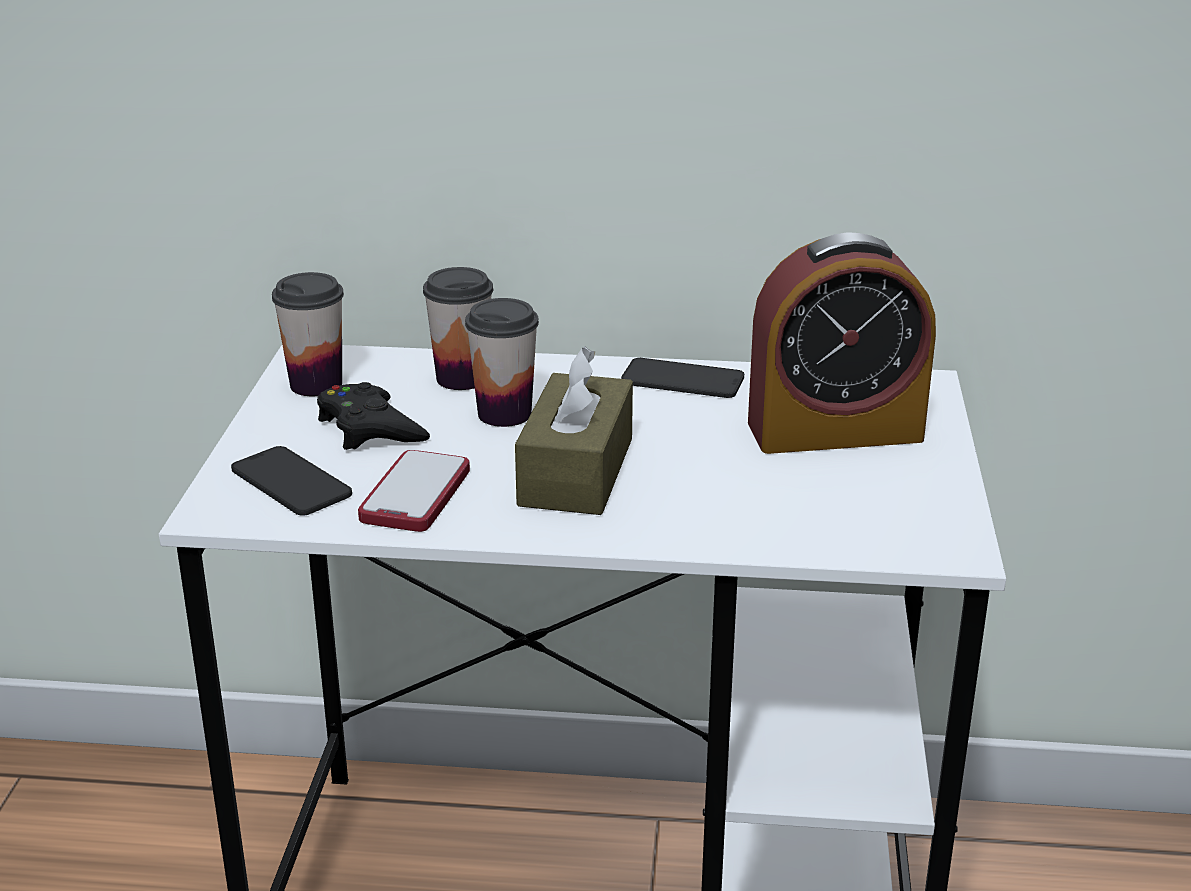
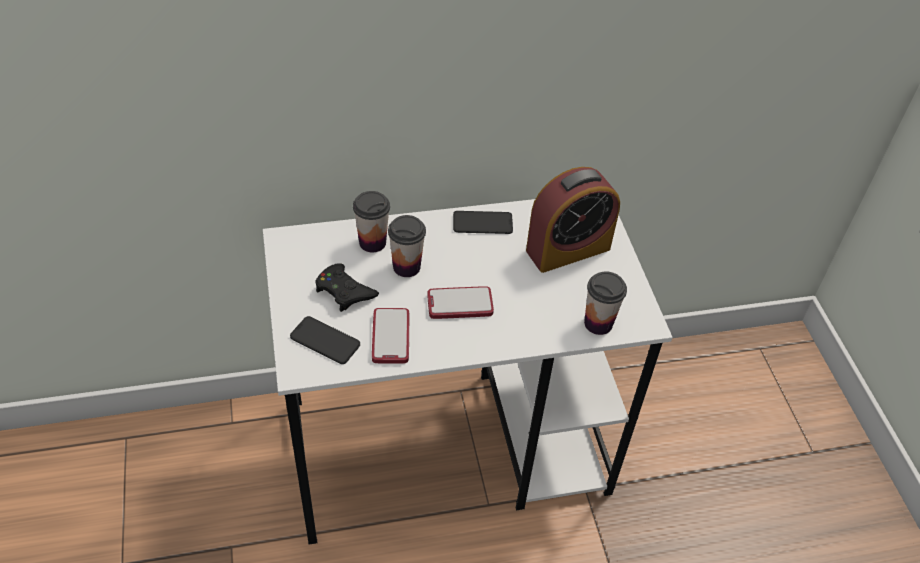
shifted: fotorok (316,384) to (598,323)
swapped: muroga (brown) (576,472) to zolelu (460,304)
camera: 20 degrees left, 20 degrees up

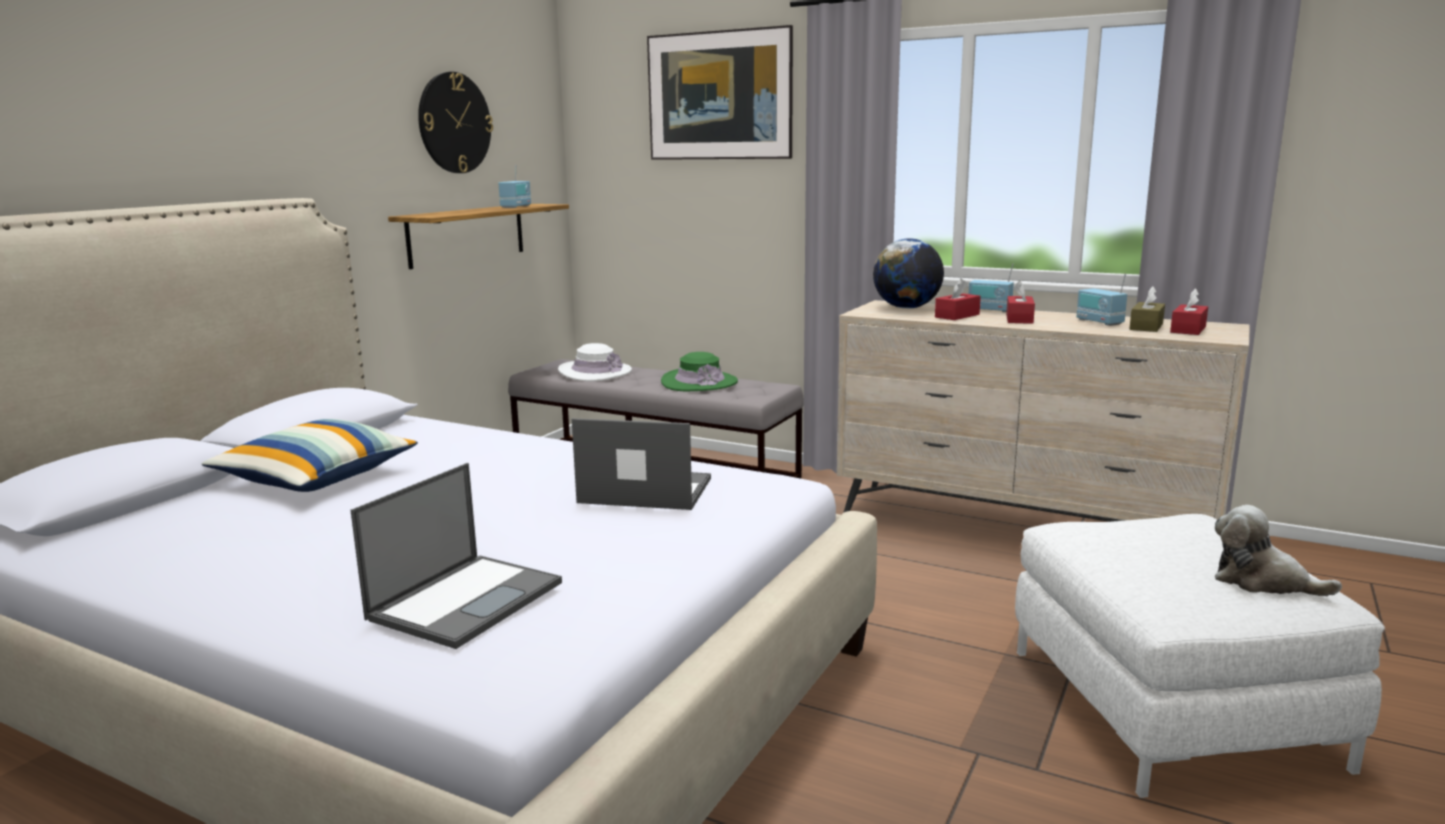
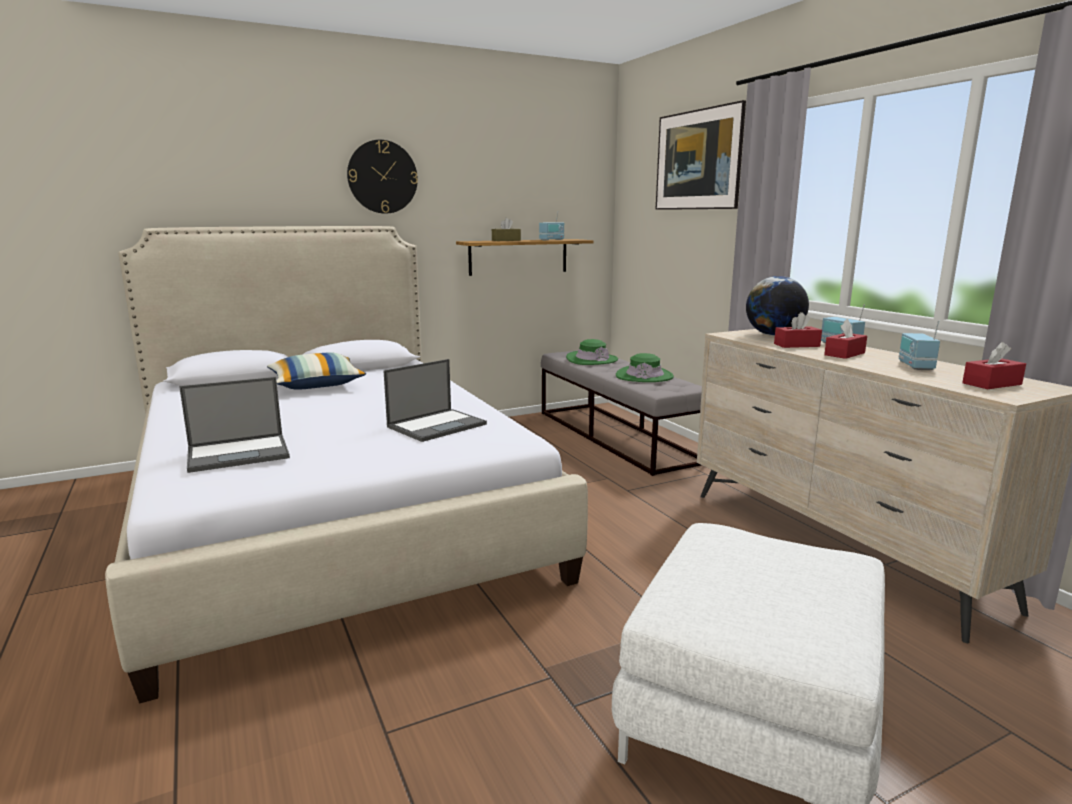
gone: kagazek (1262,582)
shifted: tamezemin (454,123) to (382,177); muroga (brown) (1146,326) to (506,240)
repainted: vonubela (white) (595,372) to vonubela (green) (592,359)
rotated: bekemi (643,491) = (437,425) 90 degrees clockwise
camera: 35 degrees right, 0 degrees up

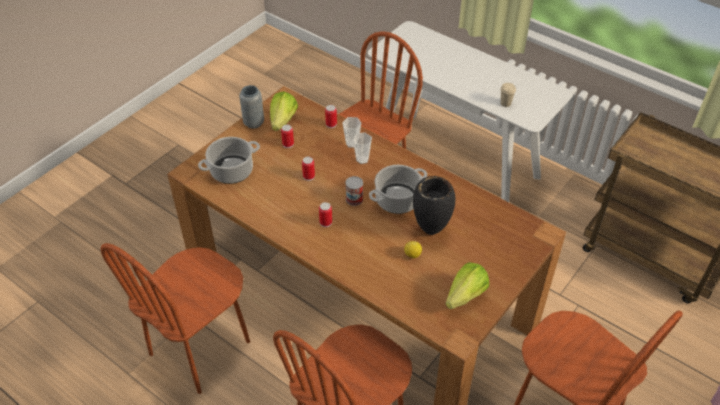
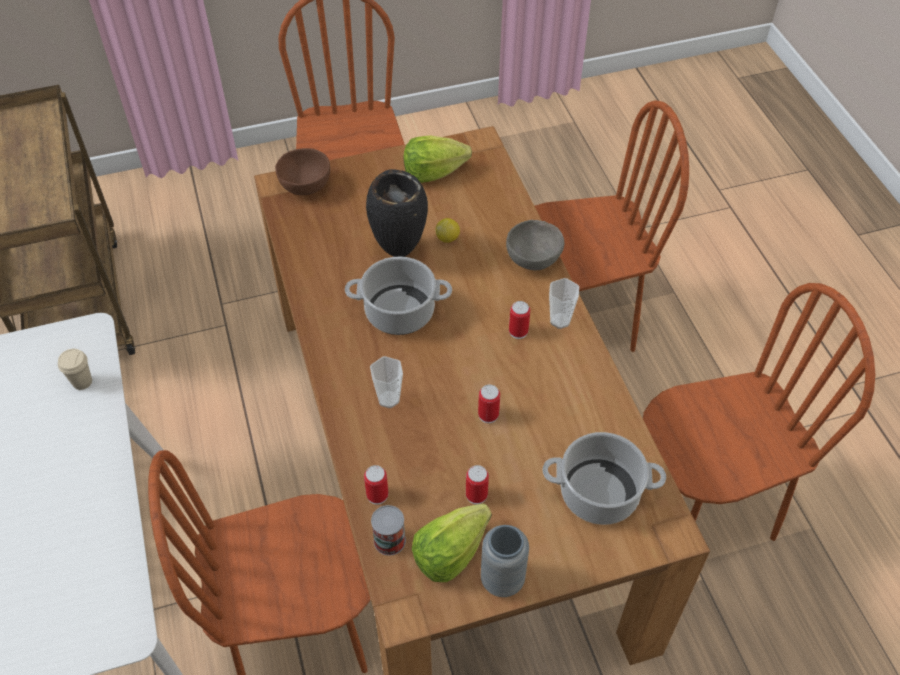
new: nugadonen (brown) (304,186); nugadonen (grey) (534,260)
shifted: fotorok (352,144) to (560,321); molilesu (354,199) to (389,540)
camera: 145 degrees left, 5 degrees up

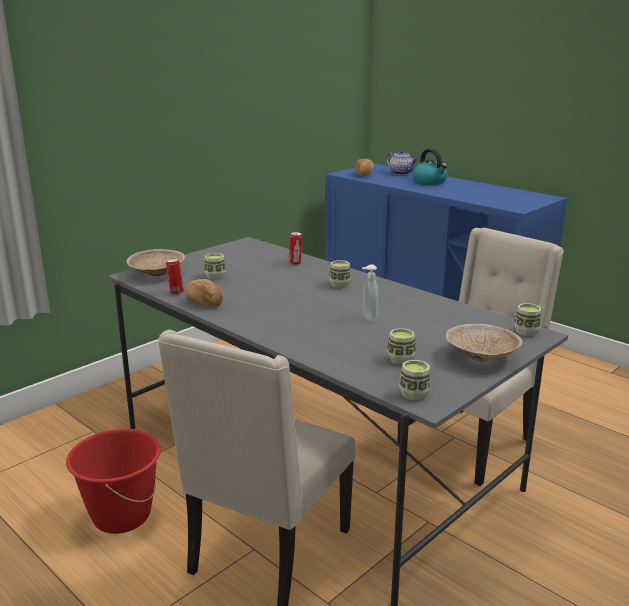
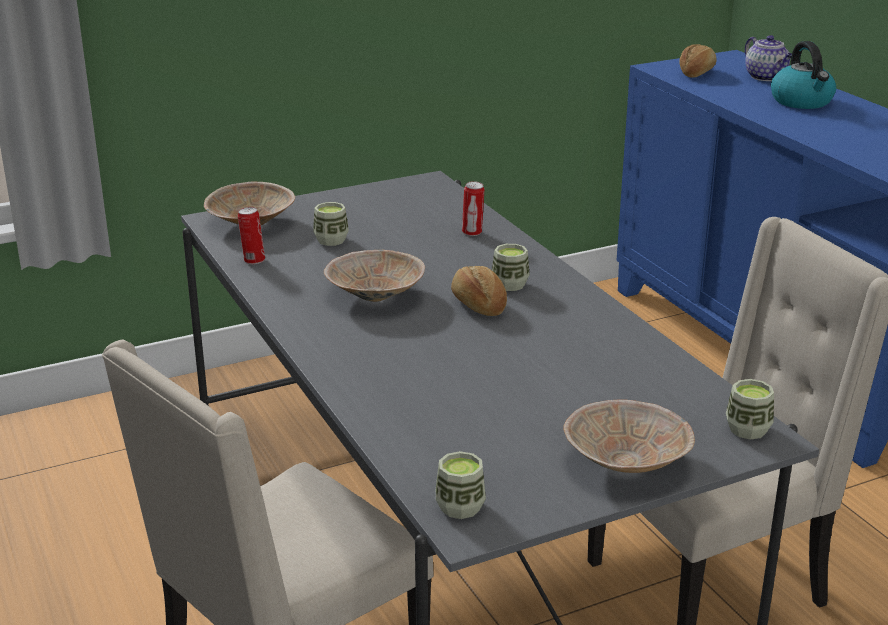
gone: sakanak (368,318); fotorok (400,359); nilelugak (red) (121,516)
new: nugadonen (beige) (375,295)
shifted: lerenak (204,303) to (478,305)
camera: 20 degrees right, 5 degrees up

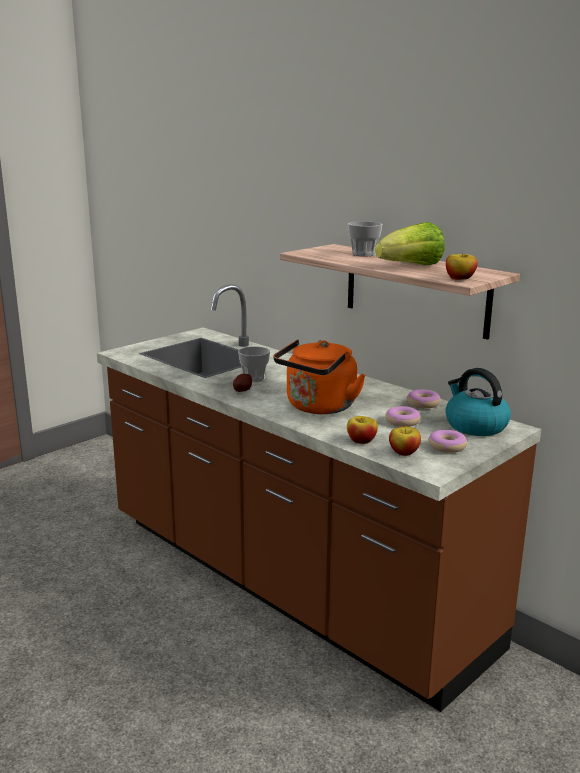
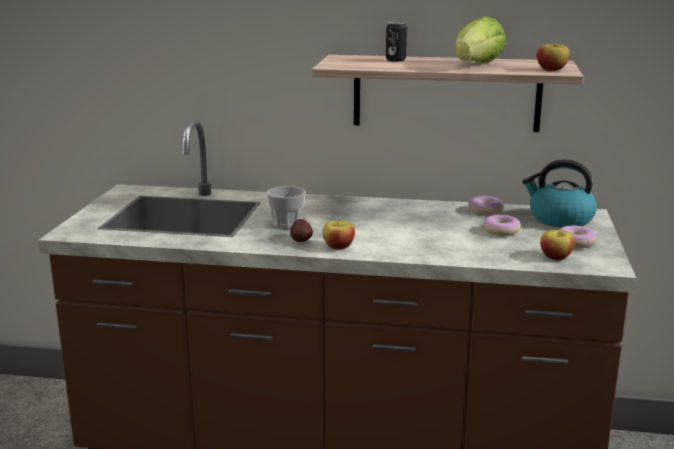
gone: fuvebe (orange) (318,408)
shifted: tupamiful (361,441) to (338,246)
swapped: fotorok (363,254) to molilesu (395,60)
camera: 35 degrees left, 0 degrees up

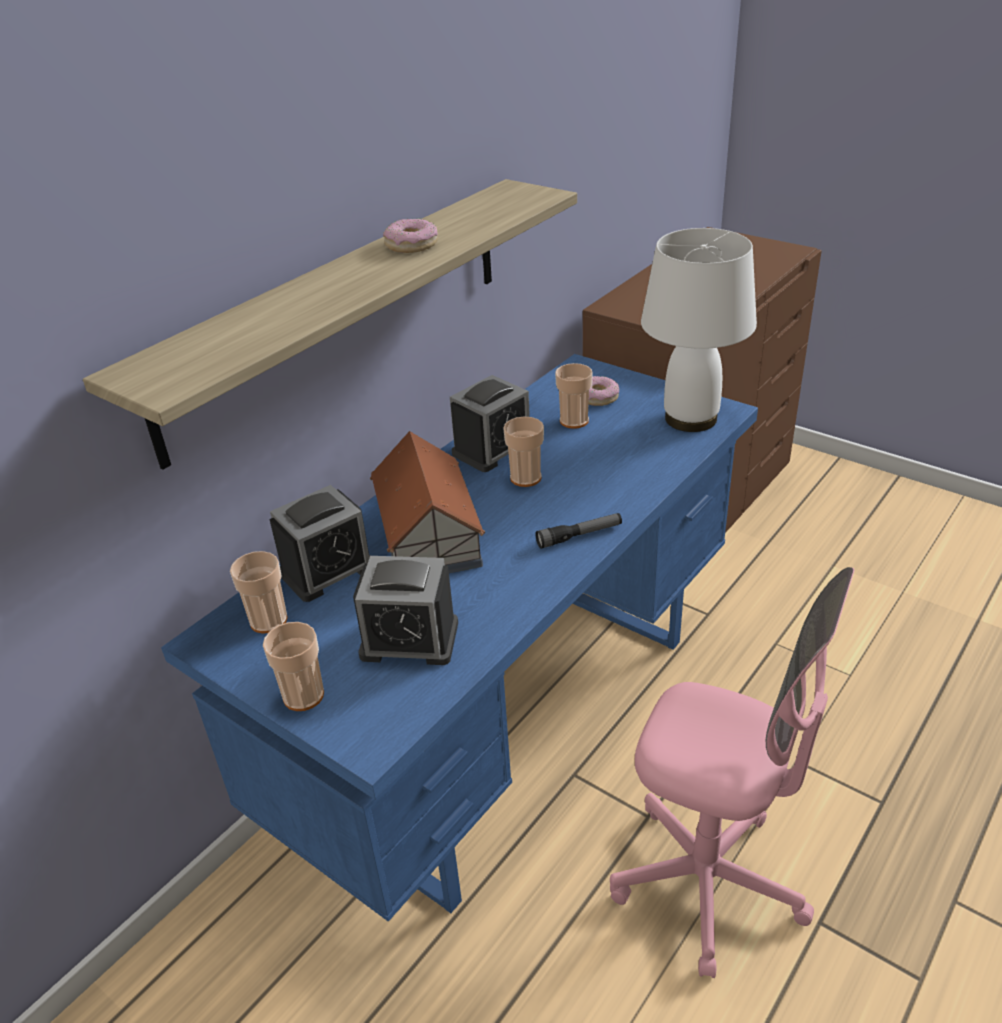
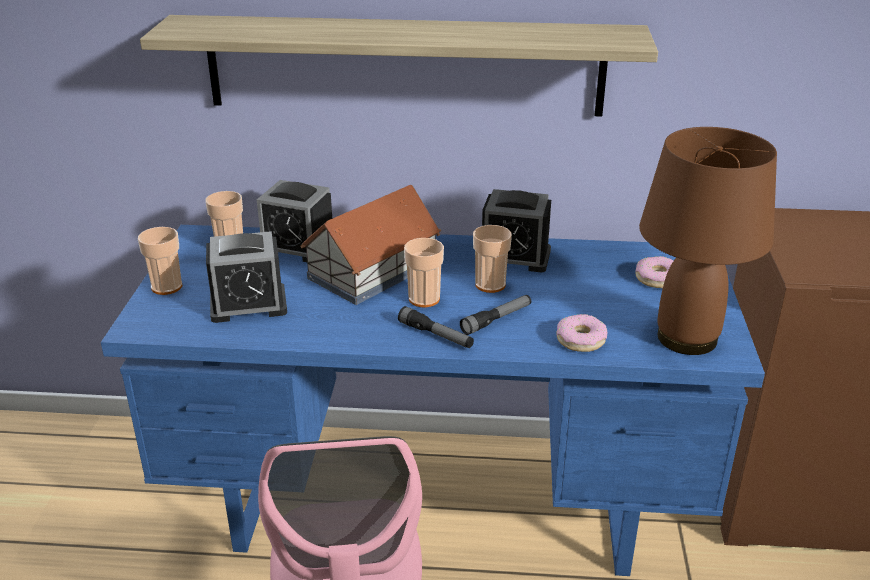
new: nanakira (496,320)
shifted: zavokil (411,245) to (580,340); fotorok (574,421) to (424,299)
repainted: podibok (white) (689,419) to podibok (brown) (685,337)
rotated: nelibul (409,640) = (248,304) 75 degrees counterclockwise
camera: 55 degrees right, 5 degrees down

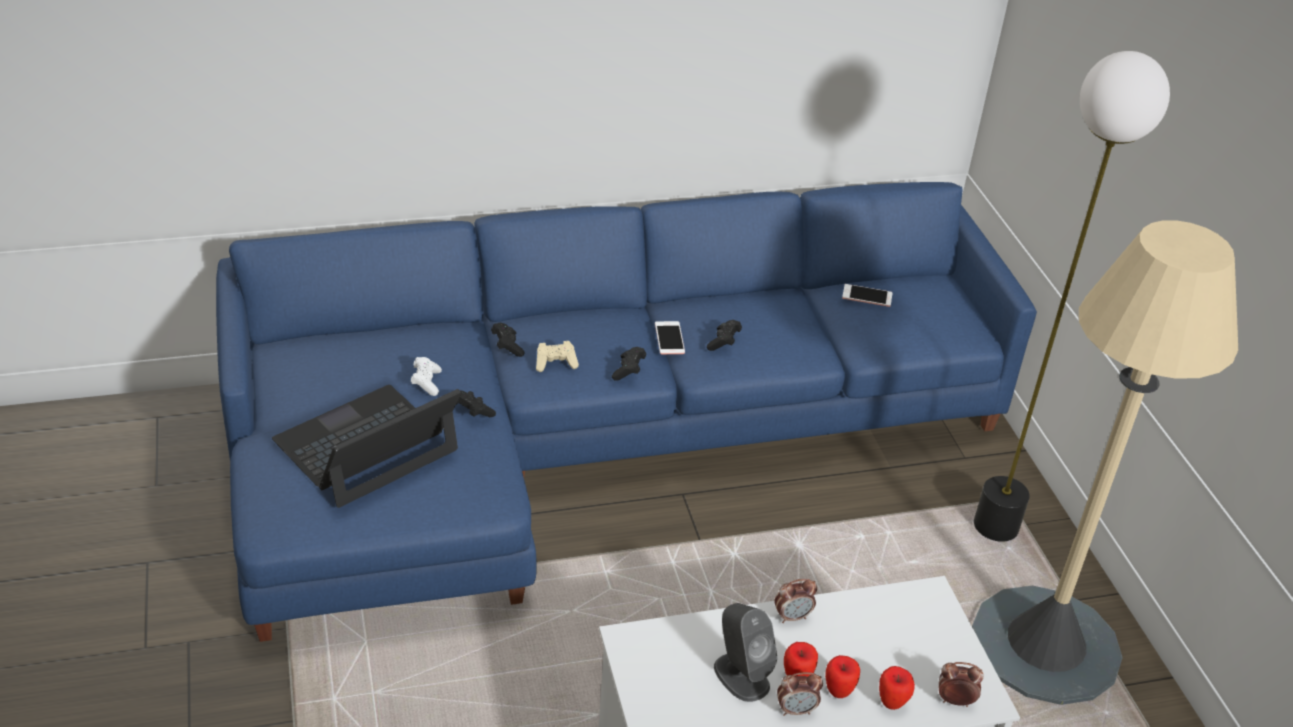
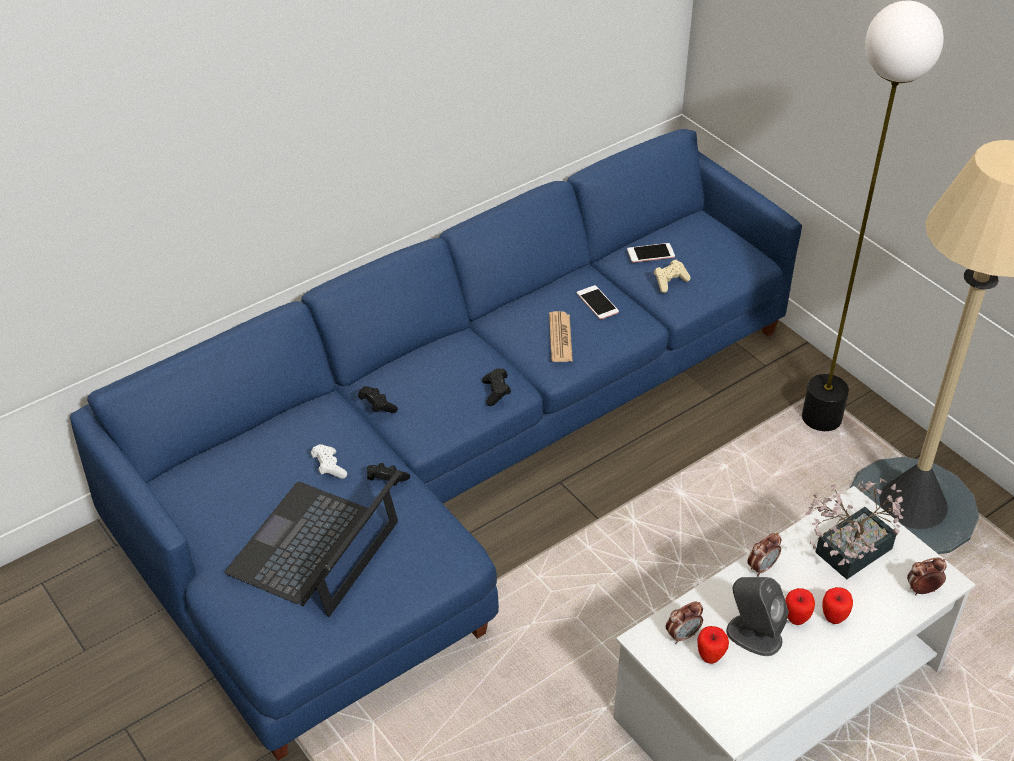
new: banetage (846,554)
shifted: zolelu (669,338) to (597,303); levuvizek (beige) (555,363) to (670,282); tupamiful (892,702) to (710,656); nelibul (796,710) to (682,635)
swapped: levuvizek (black) (723,342) to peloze (560,338)
camera: 20 degrees left, 5 degrees up

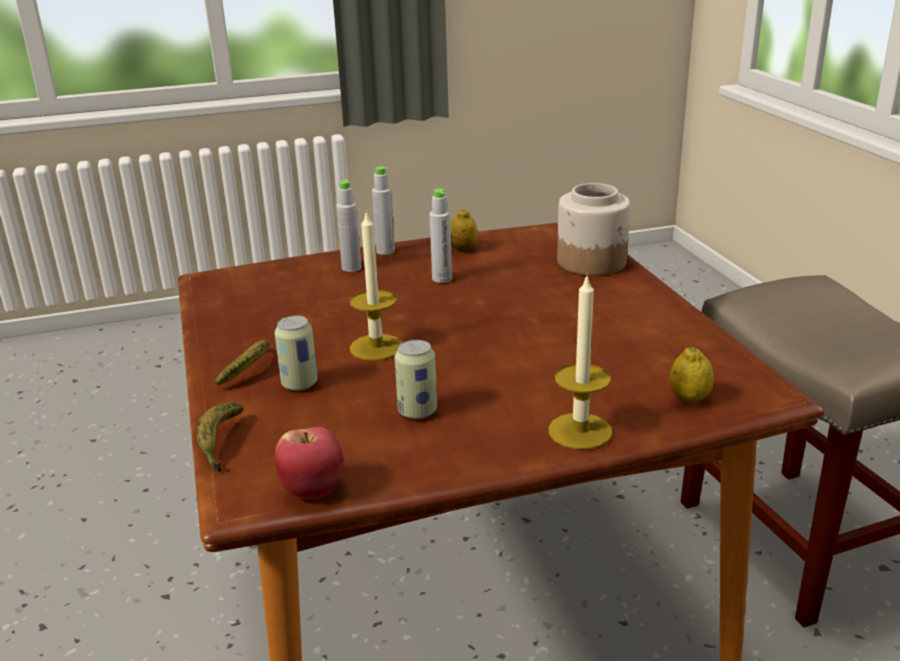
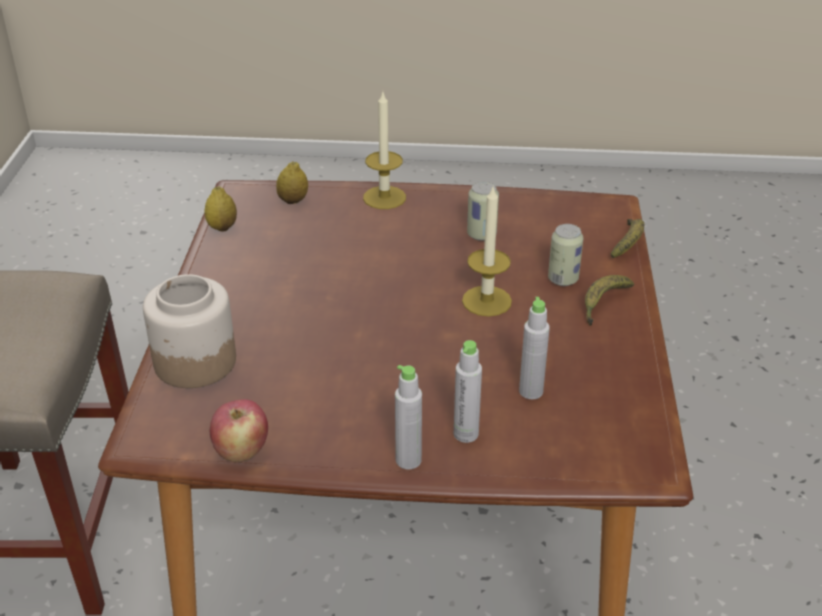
shifted: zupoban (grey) (442,279) to (531,391); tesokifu (462,249) to (222,227); tupamiful (313,490) to (241,452)
camera: 160 degrees left, 10 degrees up

